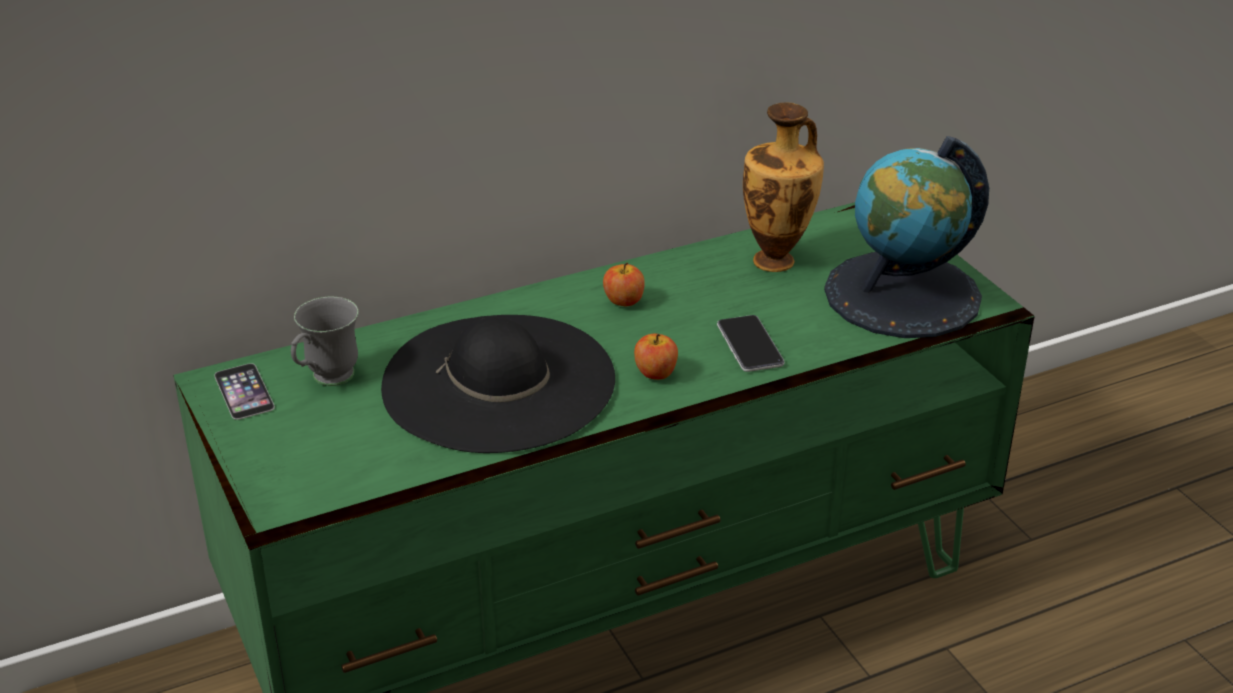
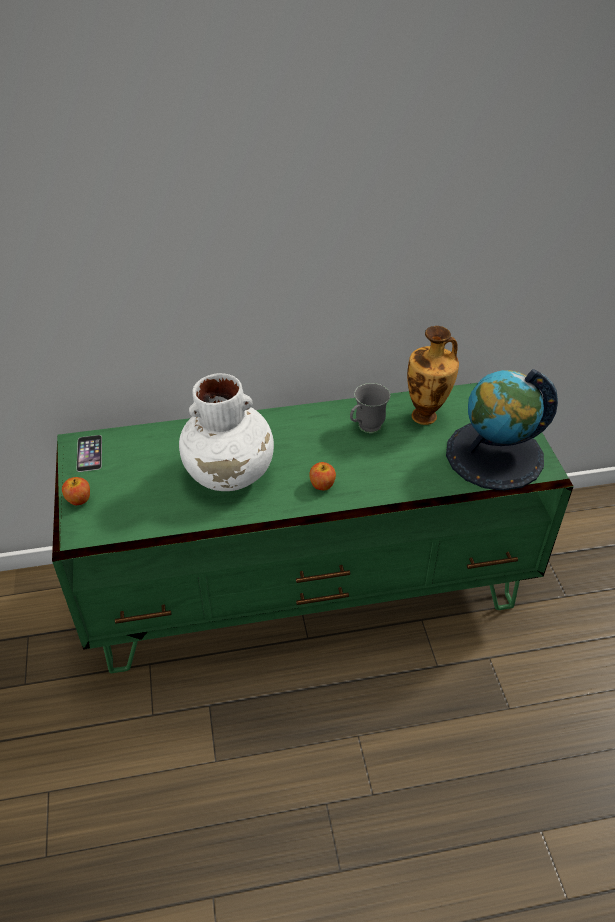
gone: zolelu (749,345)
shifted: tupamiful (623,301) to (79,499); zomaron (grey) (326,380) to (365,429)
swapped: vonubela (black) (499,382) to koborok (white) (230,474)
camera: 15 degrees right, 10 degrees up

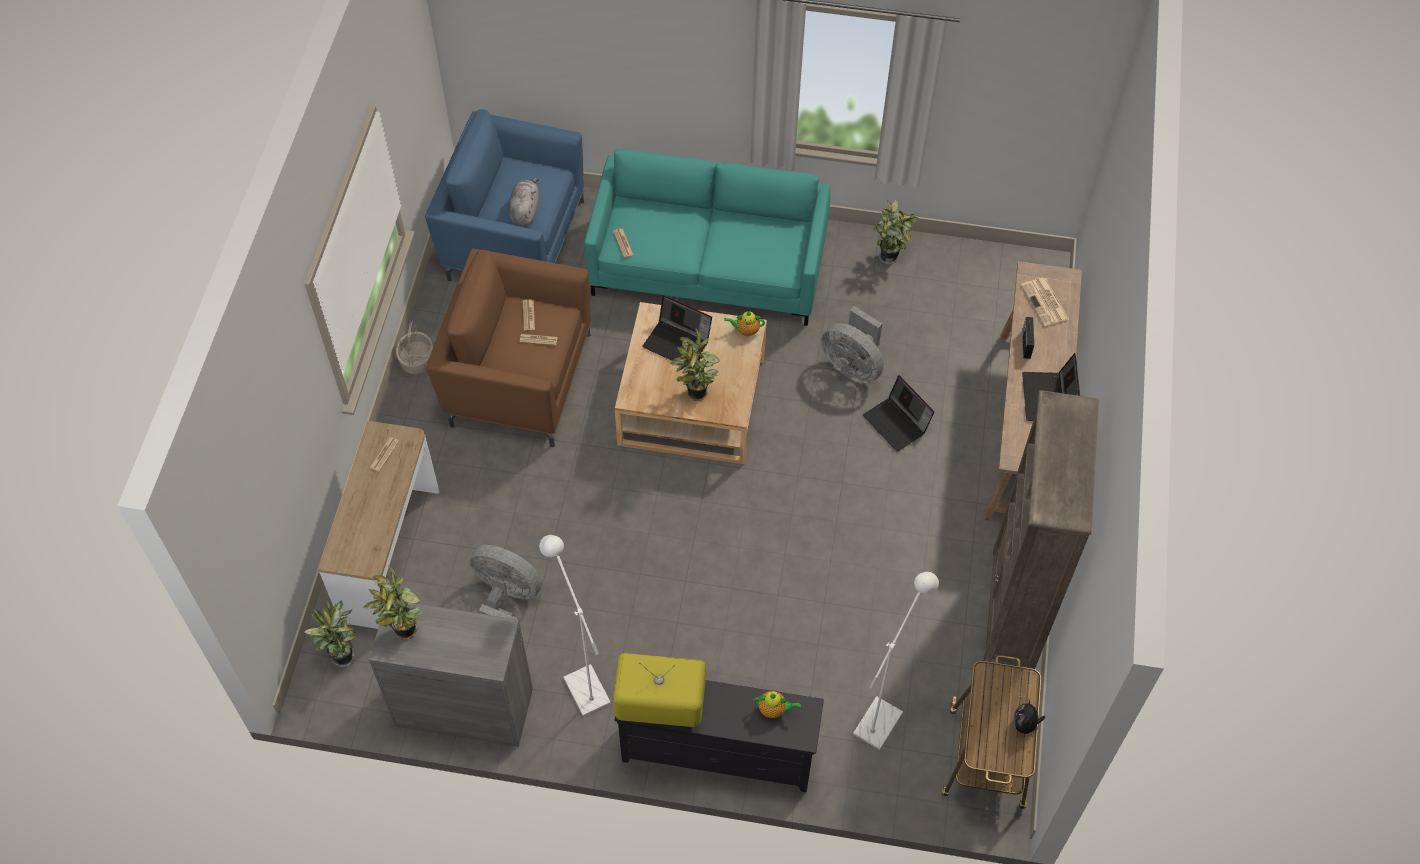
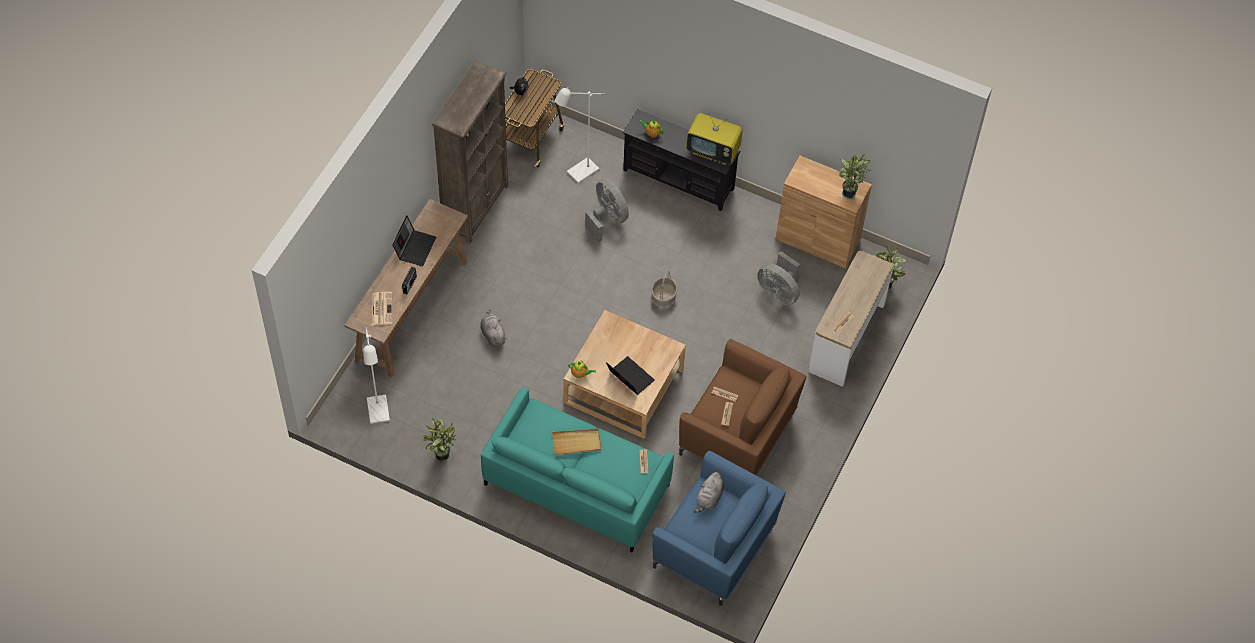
gone: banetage (696,395)
new: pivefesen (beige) (577,443)
shifted: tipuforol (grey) (853,366) to (607,218); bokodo (417,360) to (664,297); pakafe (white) (582,682) to (379,415)
swapped: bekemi (897,423) to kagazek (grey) (492,334)
repainted: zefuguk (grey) (464,707) to zefuguk (brown) (817,239)
camera: 165 degrees left, 0 degrees up

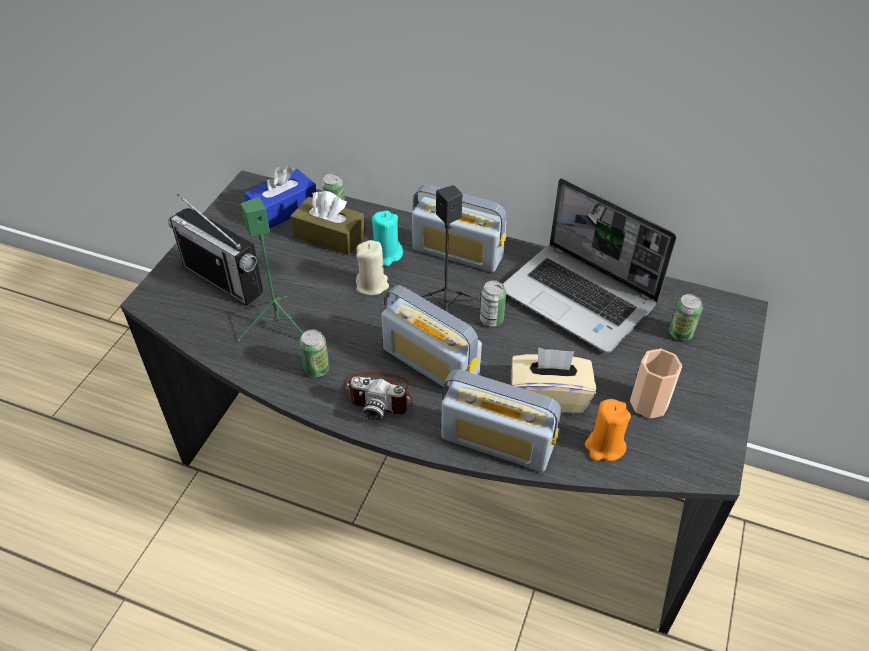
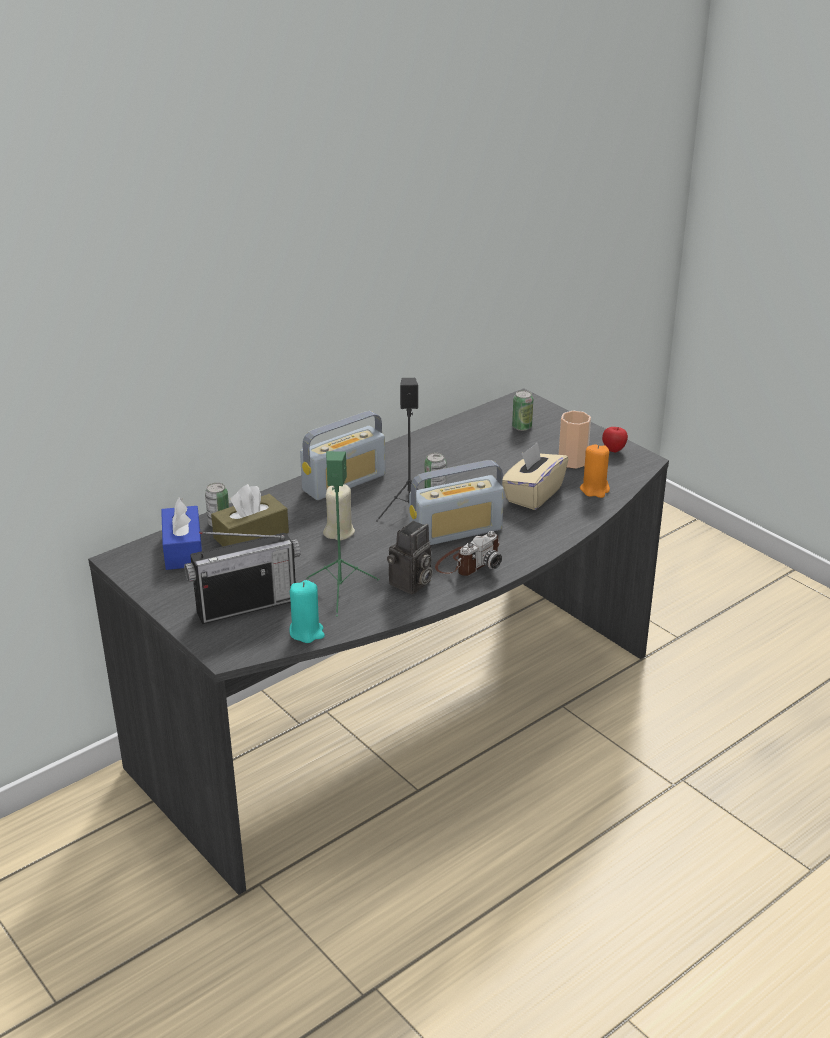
gone: bekemi (580,298); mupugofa (497,442)
new: tupamiful (614,450)
shifted: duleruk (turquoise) (387,255) to (307,632)
swapped: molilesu (316,369) to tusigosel (410,584)
camera: 60 degrees left, 15 degrees down

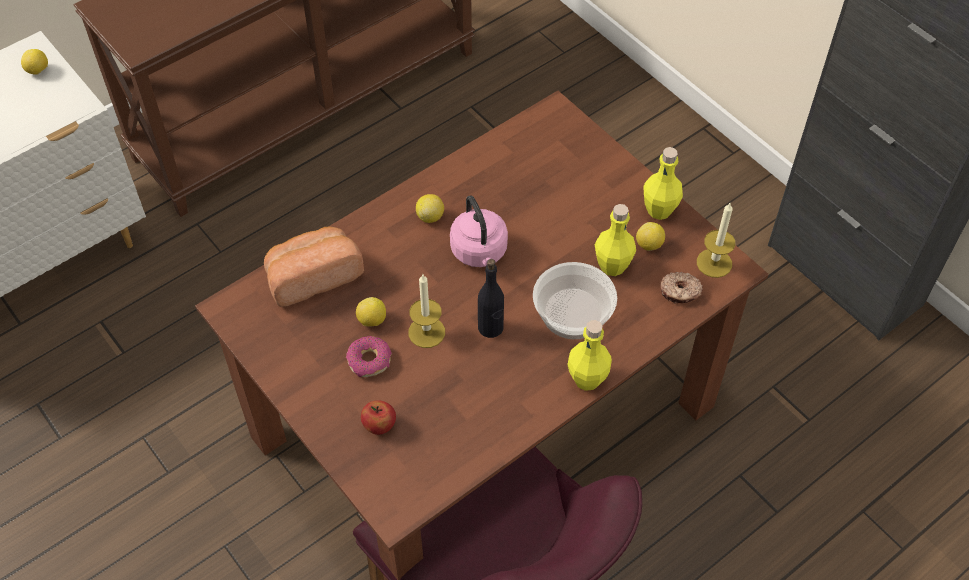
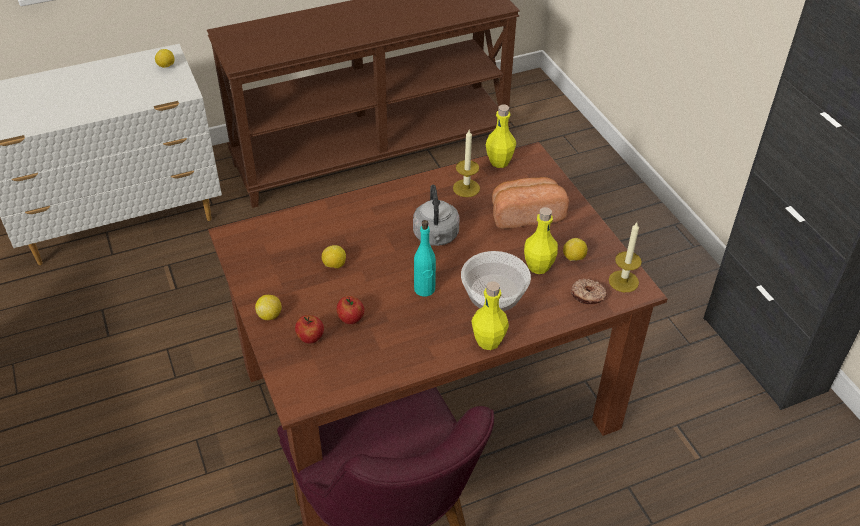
gone: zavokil (370,361)
new: tupamiful (351,319)
shifted: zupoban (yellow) (659,210) to (499,162); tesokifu (430,216) to (270,315); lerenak (313,276) to (526,214); duleruk (426,332) to (466,188)
repainted: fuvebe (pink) (480,252) to fuvebe (grey) (436,237); zupoban (black) (491,327) to zupoban (turquoise) (424,289)
camera: 15 degrees right, 10 degrees down

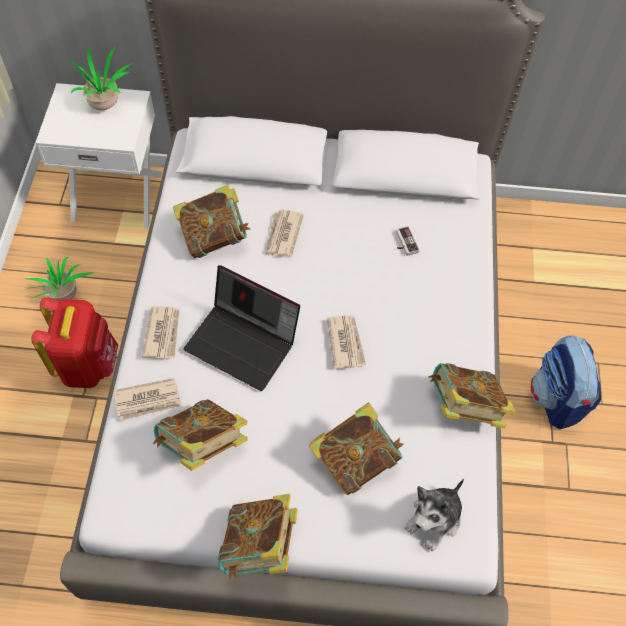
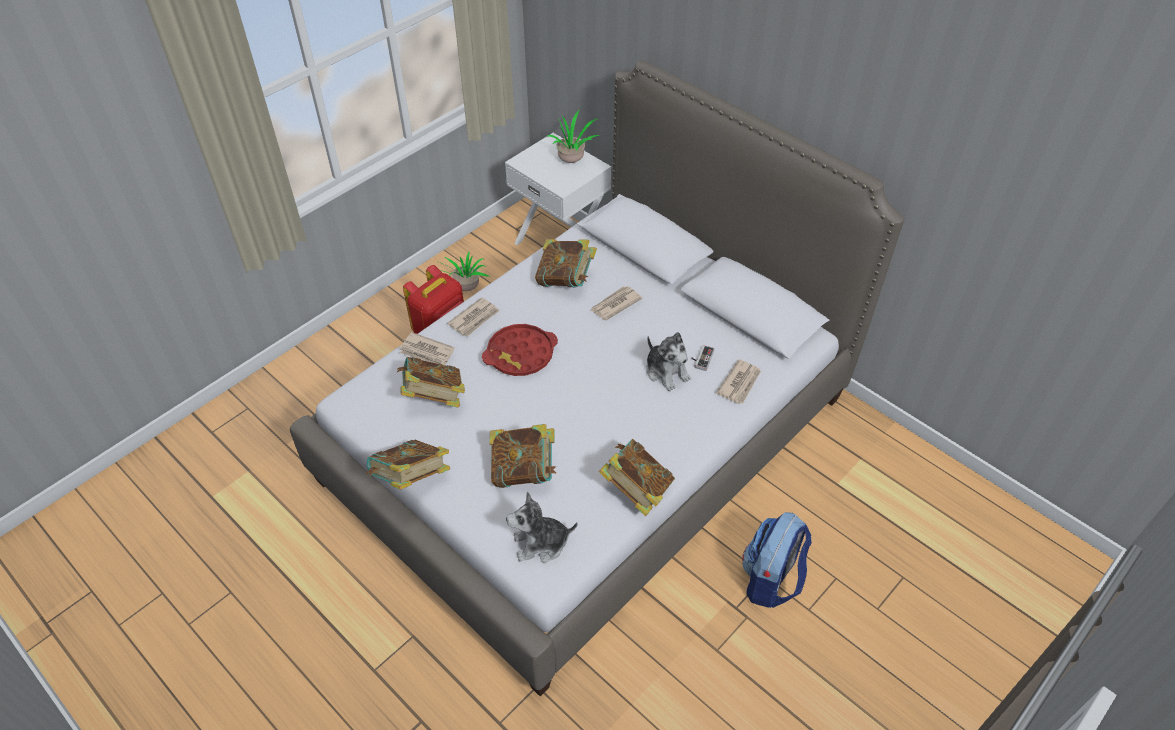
new: kagazek (666,372)
shifted: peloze (346,342) to (740,383)
swapped: bekemi (244,343) to pivefesen (red) (520,354)
camera: 40 degrees right, 10 degrees down

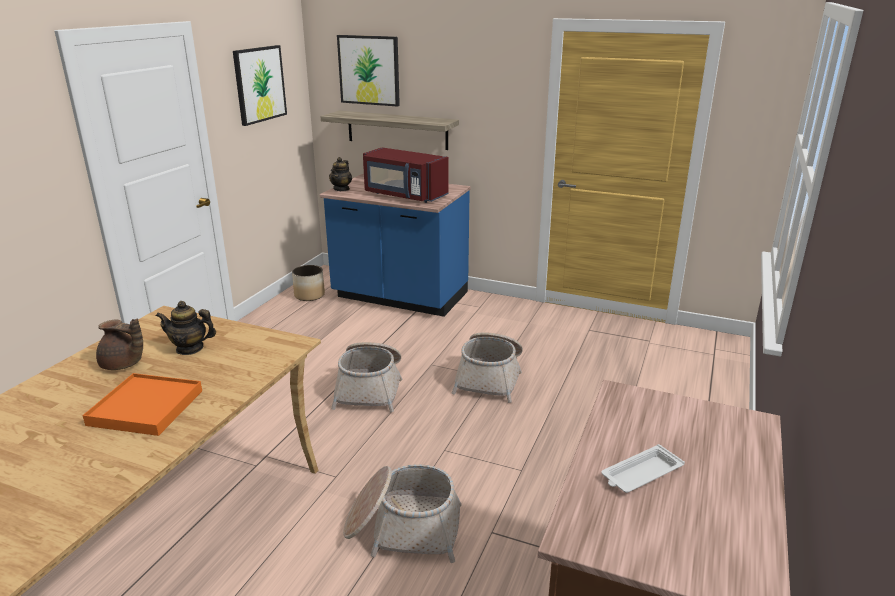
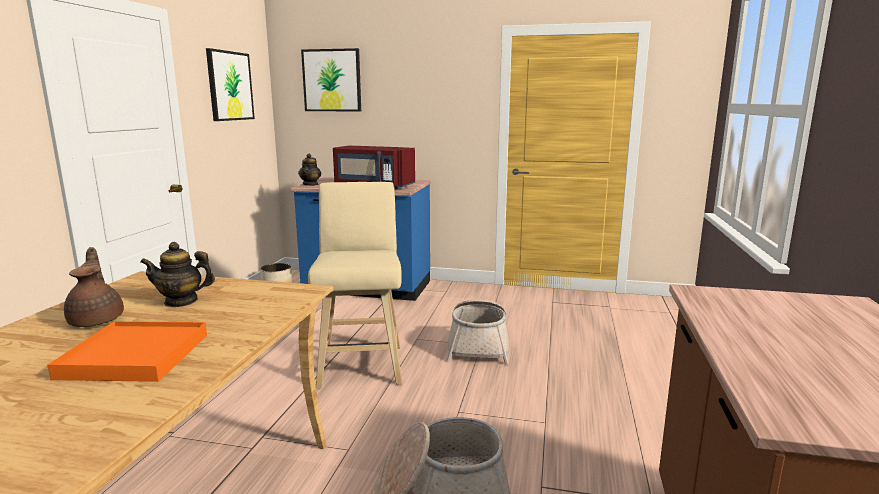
gone: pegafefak (397,130); pivefesen (white) (640,474)
swapped: bokodo (370,388) to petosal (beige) (361,363)
rotated: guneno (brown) (123,365) = (98,320) 120 degrees counterclockwise
camera: 10 degrees left, 10 degrees down

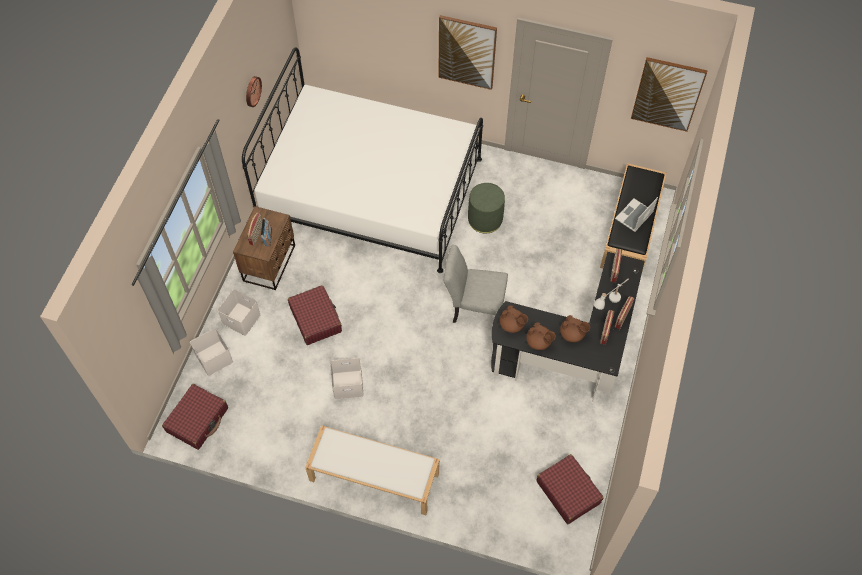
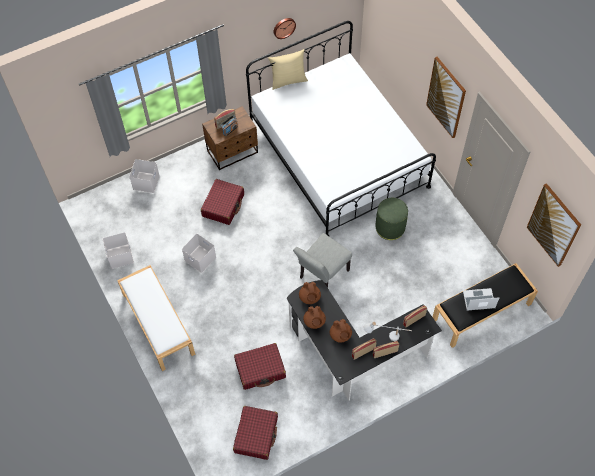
new: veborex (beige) (288,81)
shifted: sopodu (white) (242,319) to (121,256); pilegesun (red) (197,420) to (260,369)
rotated: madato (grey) (473,308) = (321,276) 105 degrees counterclockwise
camera: 45 degrees right, 0 degrees up

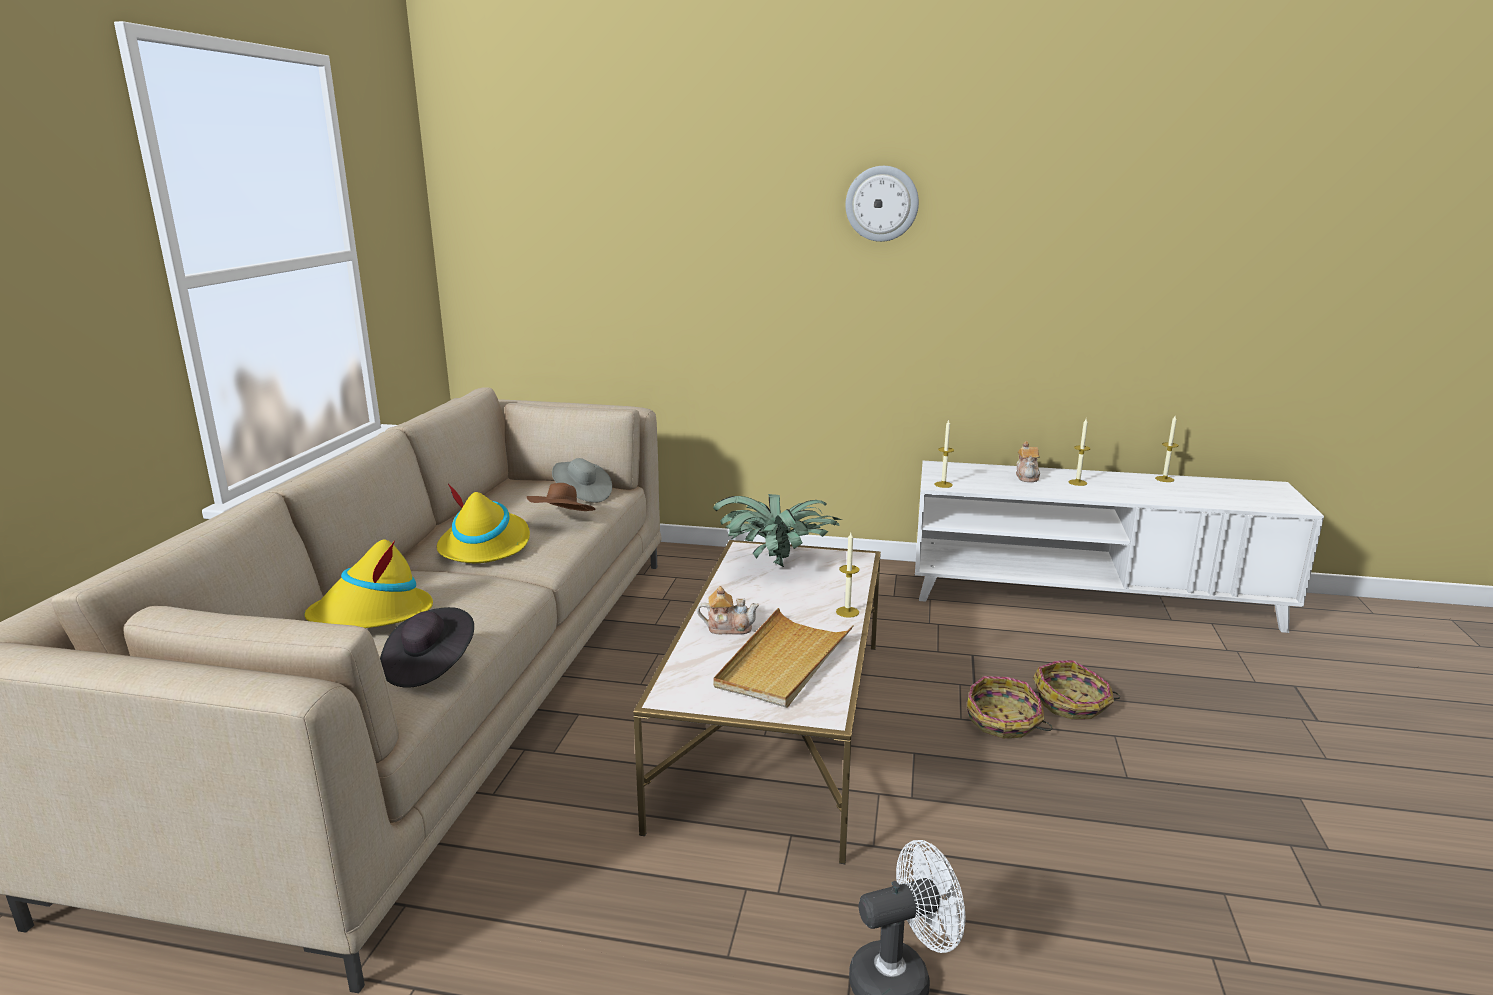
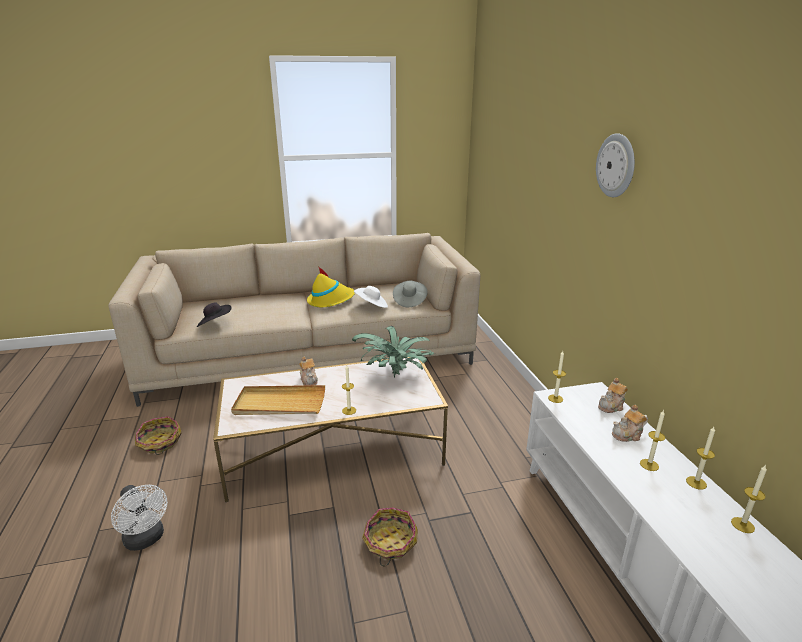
gone: vonubela (yellow) (372,616)
new: guneno (611,406); duleruk (696,483)
shifted: bokodo (1072,704) to (159,443)
repainted: vonubela (brown) (562,520) to vonubela (white) (371,306)
camera: 65 degrees right, 5 degrees up

